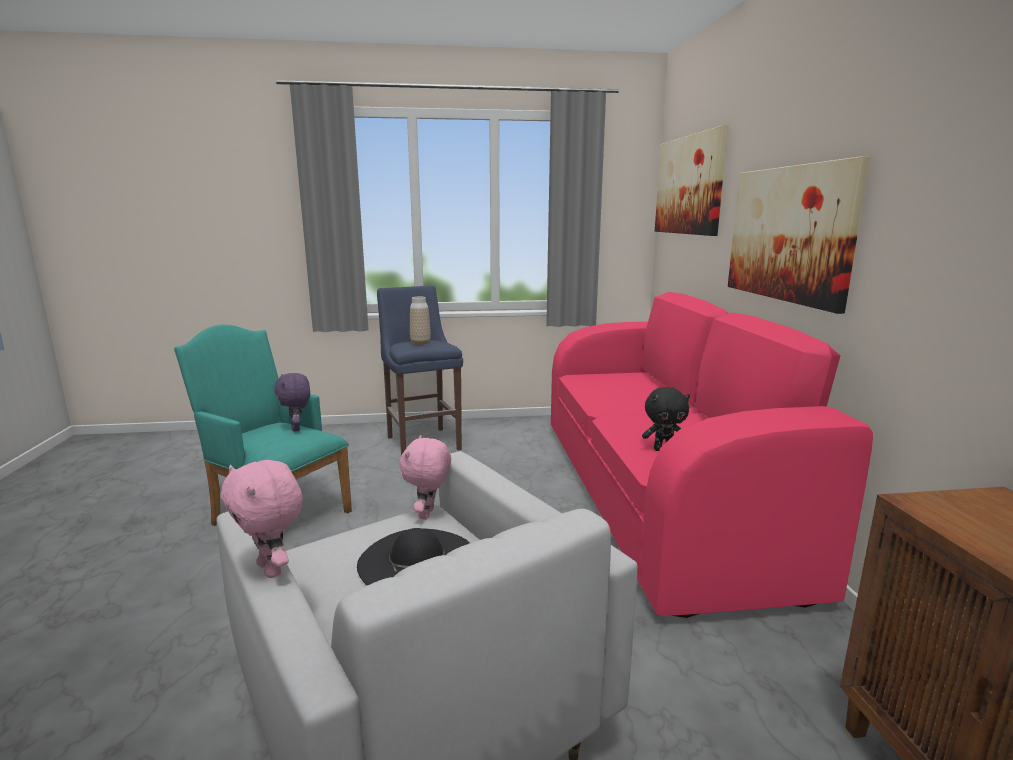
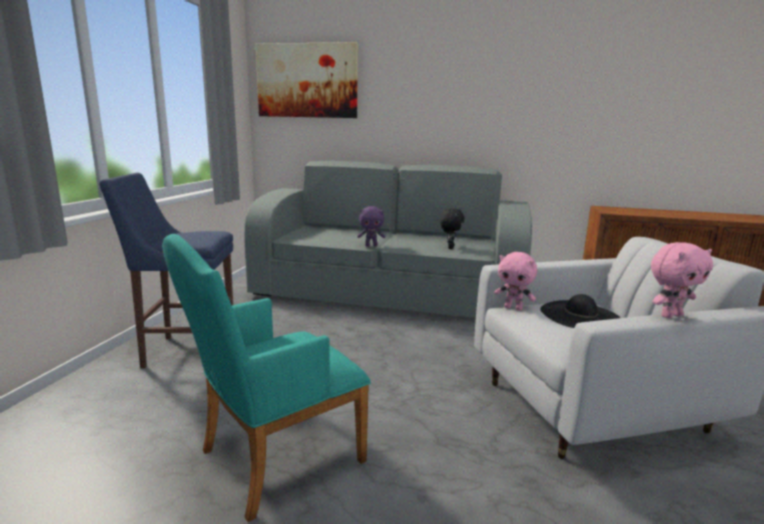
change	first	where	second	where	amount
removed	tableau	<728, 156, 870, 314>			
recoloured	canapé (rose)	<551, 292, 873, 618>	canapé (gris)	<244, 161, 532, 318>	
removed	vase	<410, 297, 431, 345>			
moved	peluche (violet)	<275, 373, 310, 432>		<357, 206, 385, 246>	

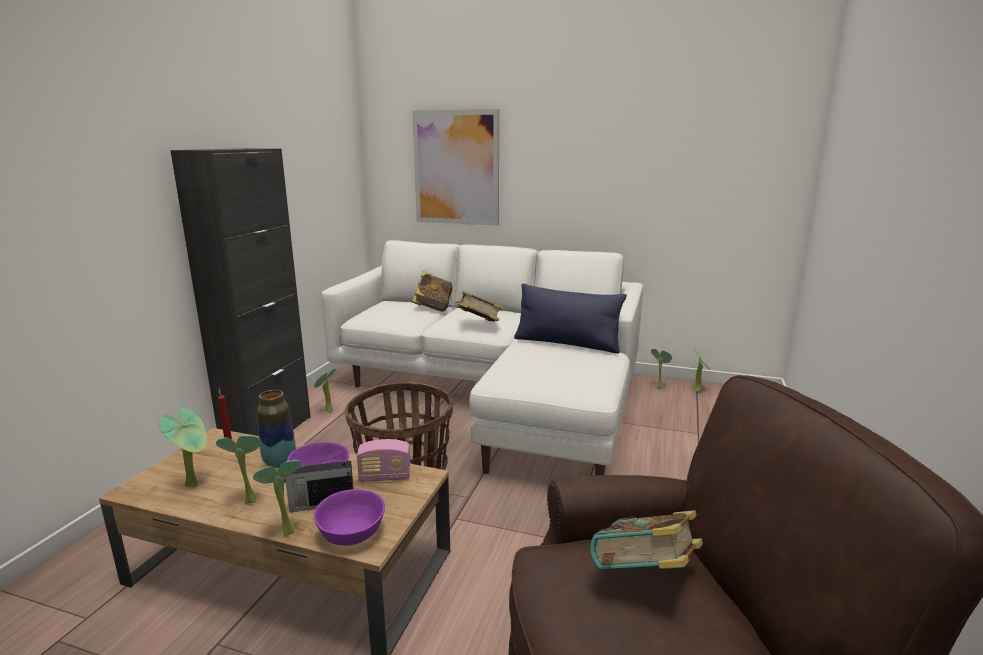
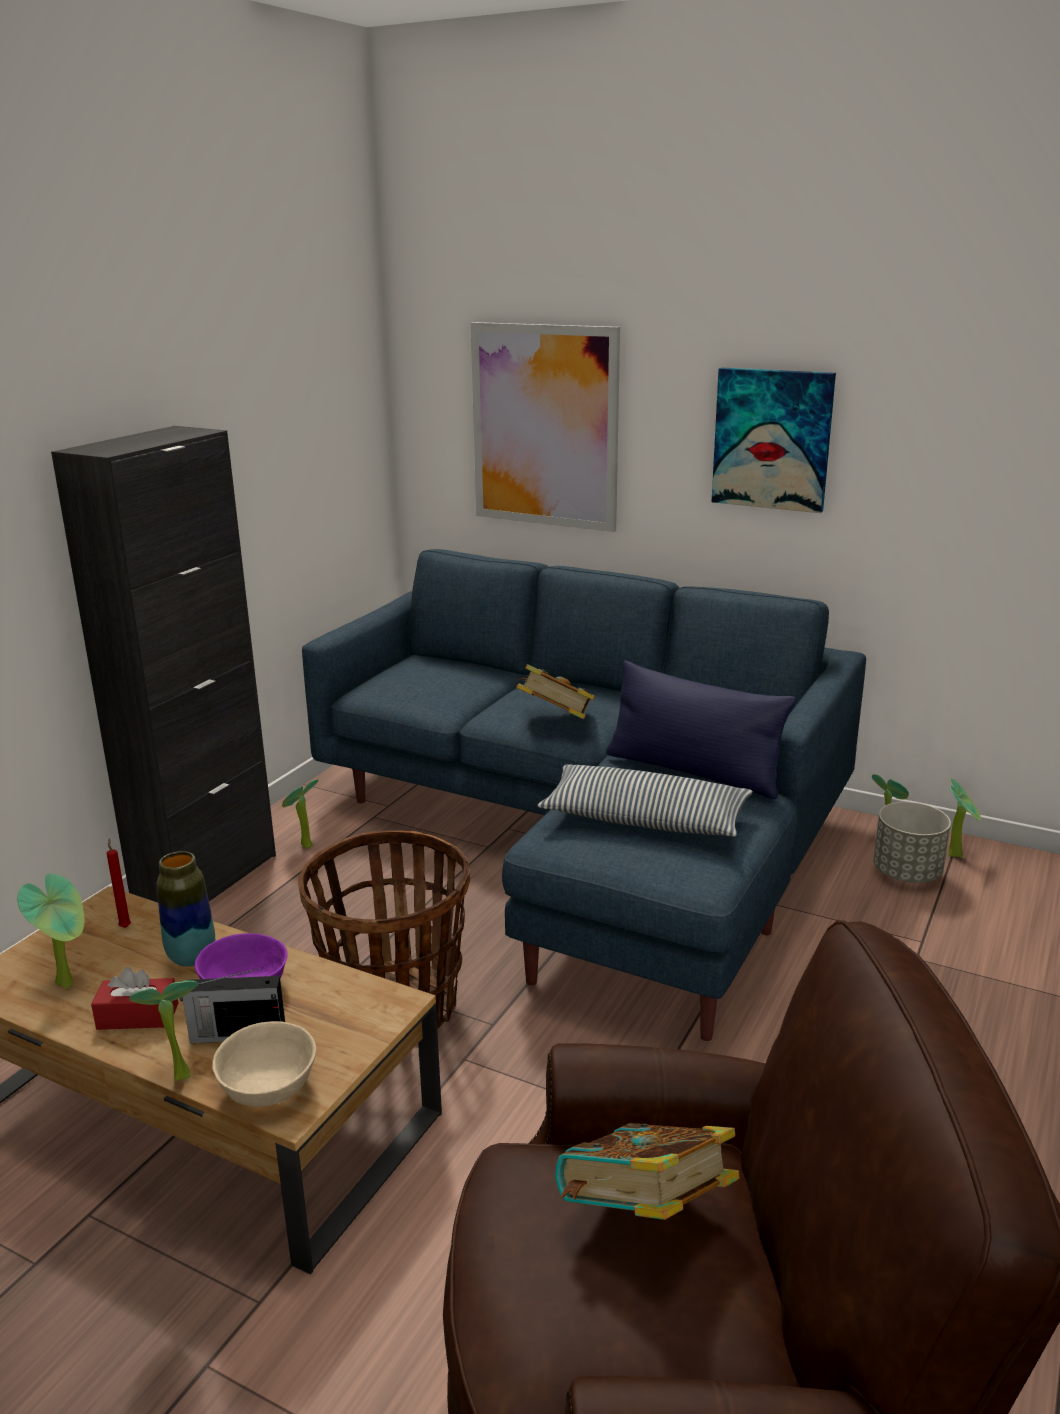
change	first	where	second	where	amount
recoloured	canapé (blanc)	<321, 240, 643, 475>	canapé (bleu)	<302, 549, 866, 1041>	
removed	livre	<412, 271, 452, 312>			
replaced	plante en pot	<216, 435, 262, 504>	boîte à mouchoirs (rouge)	<91, 967, 178, 1030>	
removed	radio	<357, 439, 411, 482>			
recoloured	bol (violet)	<314, 489, 385, 545>	bol (beige)	<212, 1021, 316, 1107>	
added			tableau	<712, 368, 836, 513>	
added			coussin	<537, 764, 753, 837>	
added			cache-pot (gris)	<873, 802, 951, 883>	

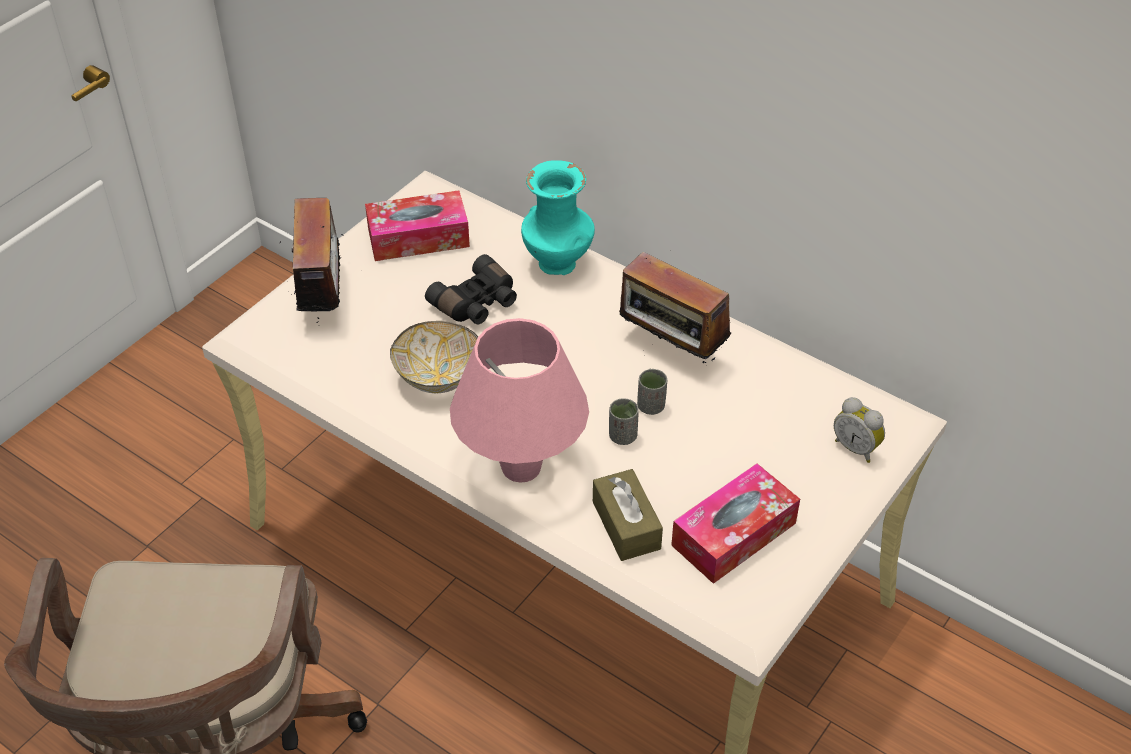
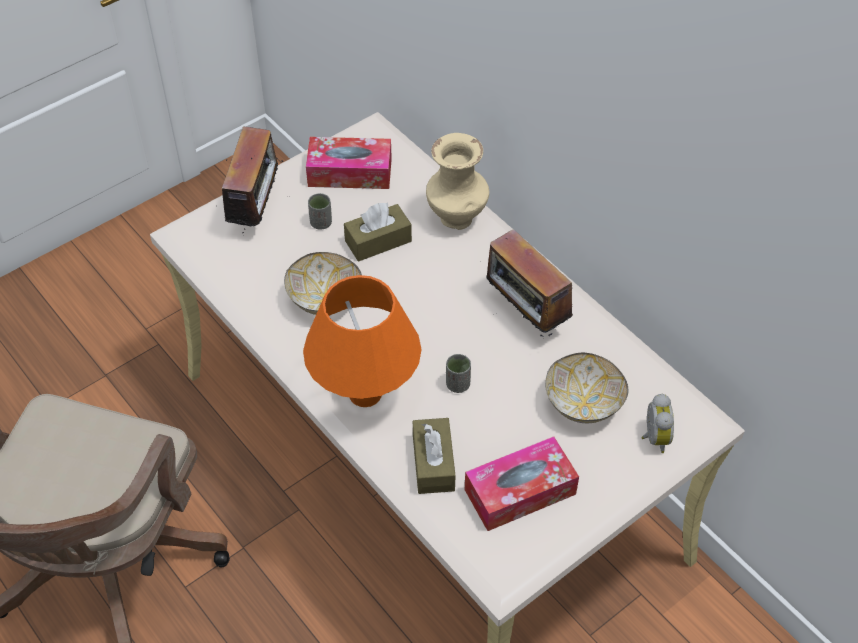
change	first	where	second	where	amount
recoloured	vase (turquoise)	<521, 160, 595, 275>	vase (beige)	<426, 133, 489, 230>	
replaced	jumelles (noir)	<425, 254, 517, 324>	boîte à mouchoirs (marron)	<344, 202, 412, 262>	
recoloured	lampe de table (rose)	<450, 318, 589, 483>	lampe de table (orange)	<303, 275, 422, 407>	
moved	tasse (gris)	<637, 369, 667, 415>		<308, 193, 332, 230>	
turned	réveil	<834, 397, 885, 463>		<641, 394, 674, 453>	150 degrees counterclockwise
added			bol	<545, 353, 629, 423>	

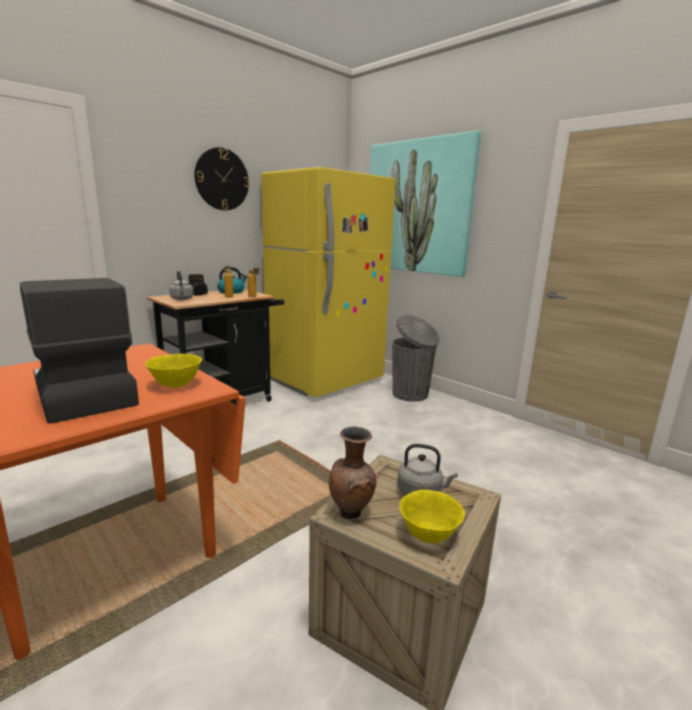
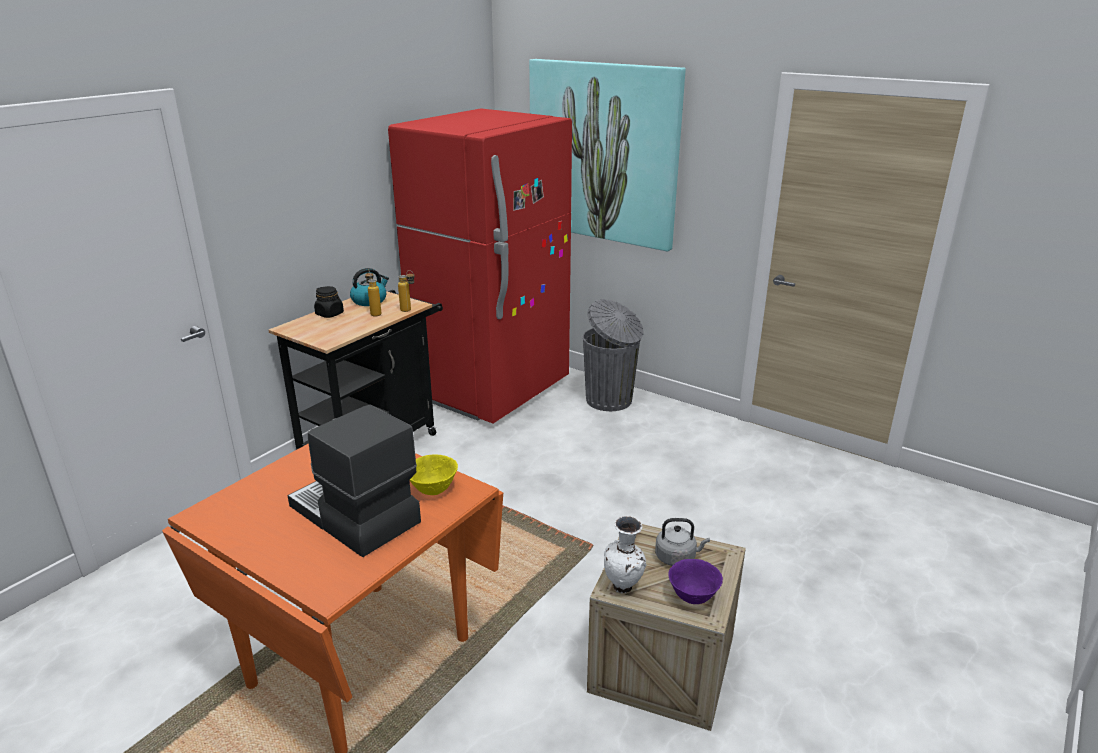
change	first	where	second	where	amount
removed	horloge murale	<194, 147, 249, 210>			
recoloured	réfrigérateur (jaune)	<261, 167, 395, 398>	réfrigérateur (rouge)	<388, 108, 572, 423>	
removed	bouilloire (gris)	<169, 271, 194, 300>			
recoloured	vase (marron)	<329, 426, 376, 519>	vase (blanc)	<604, 516, 646, 593>	
recoloured	bol (jaune)	<399, 490, 465, 543>	bol (violet)	<669, 559, 723, 604>	

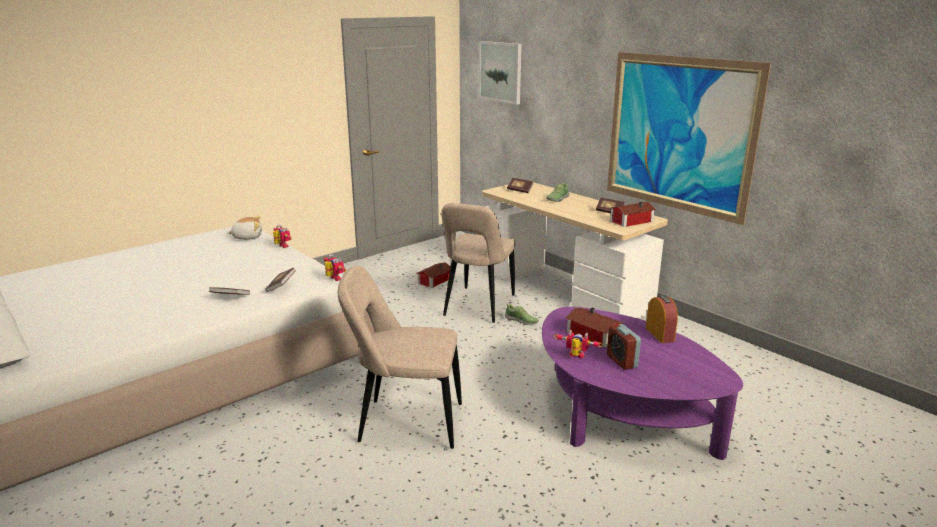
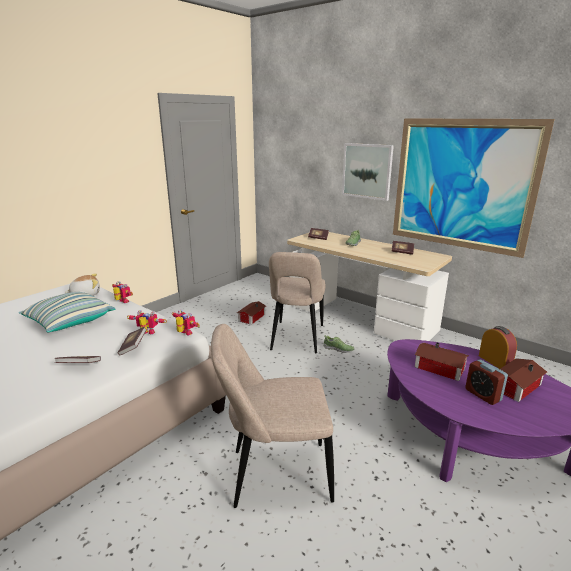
change	first	where	second	where	amount
moved	tableau	<479, 41, 522, 105>		<342, 143, 394, 201>	
moved	maison miniature	<610, 202, 656, 227>		<500, 358, 547, 402>	
moved	robot jouet	<554, 330, 603, 358>		<127, 310, 167, 334>	
added			coussin	<19, 292, 115, 332>	

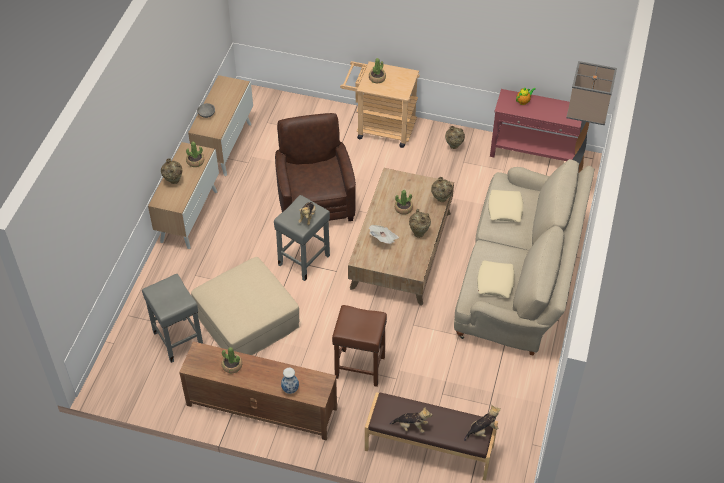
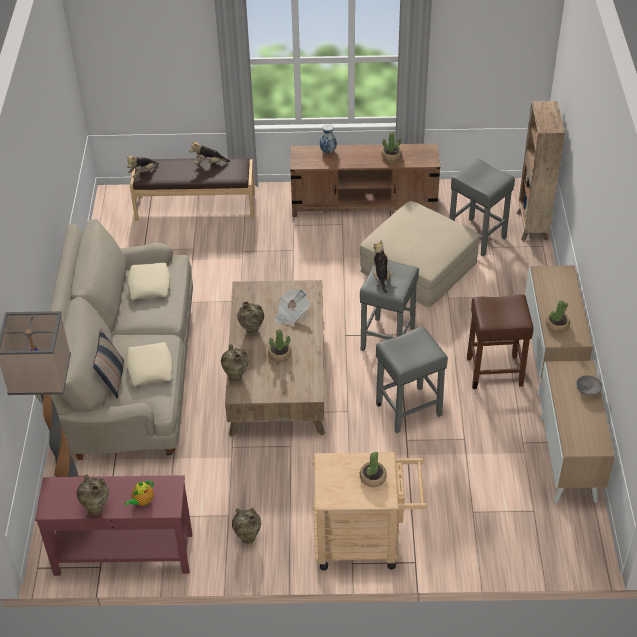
change	first	where	second	where	amount
replaced	fauteuil (marron)	<275, 113, 356, 221>	tabouret (gris)	<376, 326, 448, 433>	
moved	vase (beige)	<161, 158, 182, 184>		<77, 474, 109, 515>	
moved	tabouret (marron)	<332, 305, 387, 387>		<467, 294, 534, 389>	
added			bibliothèque (marron)	<516, 101, 565, 241>	
added			coussin	<93, 329, 124, 399>	

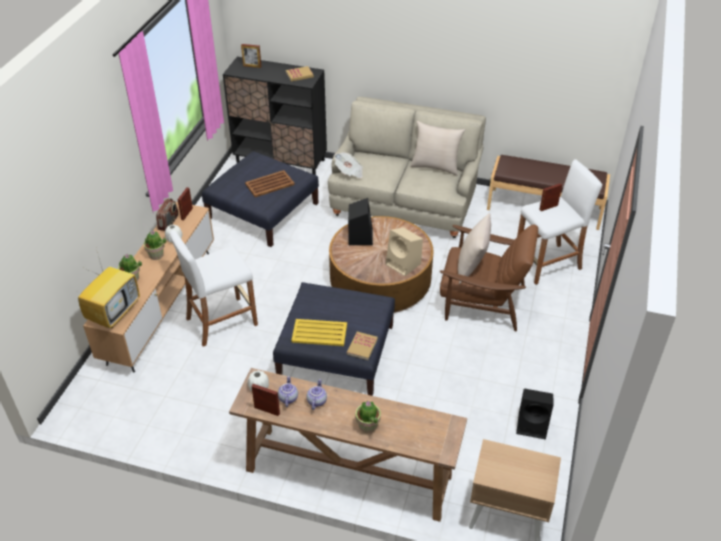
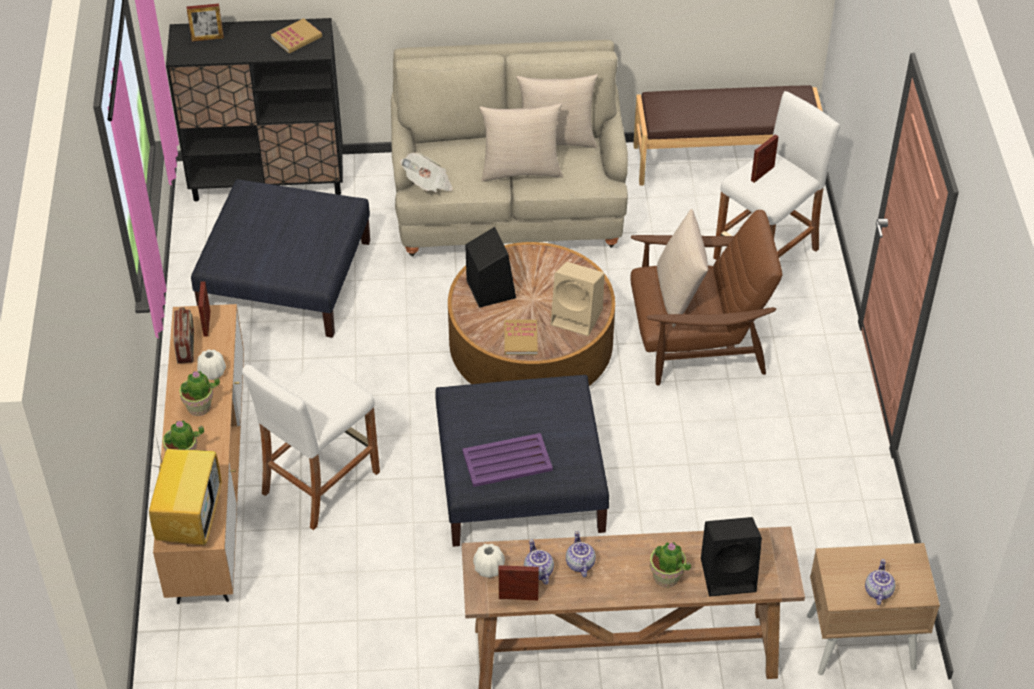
change	first	where	second	where	amount
removed	plateau (marron)	<245, 170, 295, 197>			
recoloured	plateau (jaune)	<291, 319, 347, 346>	plateau (violet)	<462, 433, 553, 487>	
moved	livre	<347, 332, 378, 360>		<504, 319, 538, 355>	
moved	enceinte (noir)	<516, 389, 553, 439>		<701, 517, 762, 596>	
added			coussin (beige)	<479, 103, 563, 182>	
added			théière	<865, 559, 895, 605>	

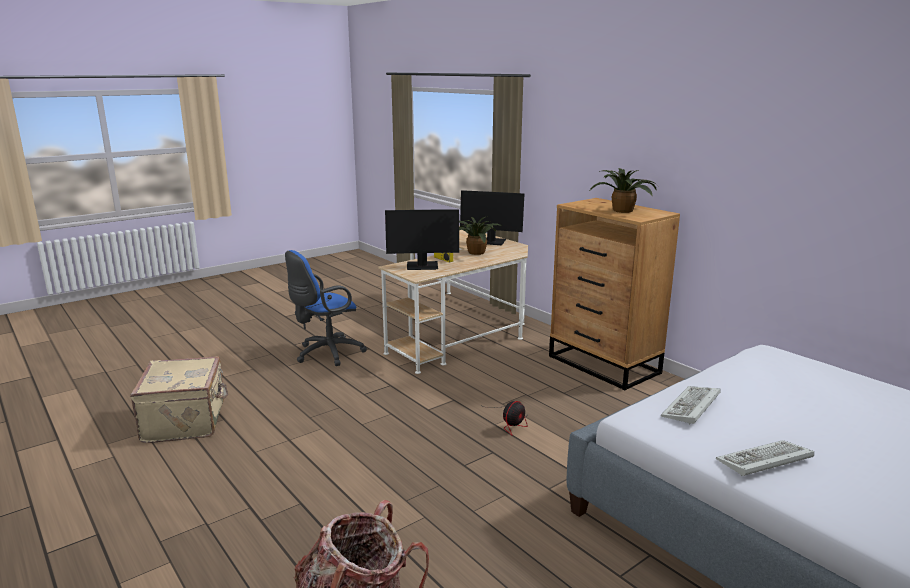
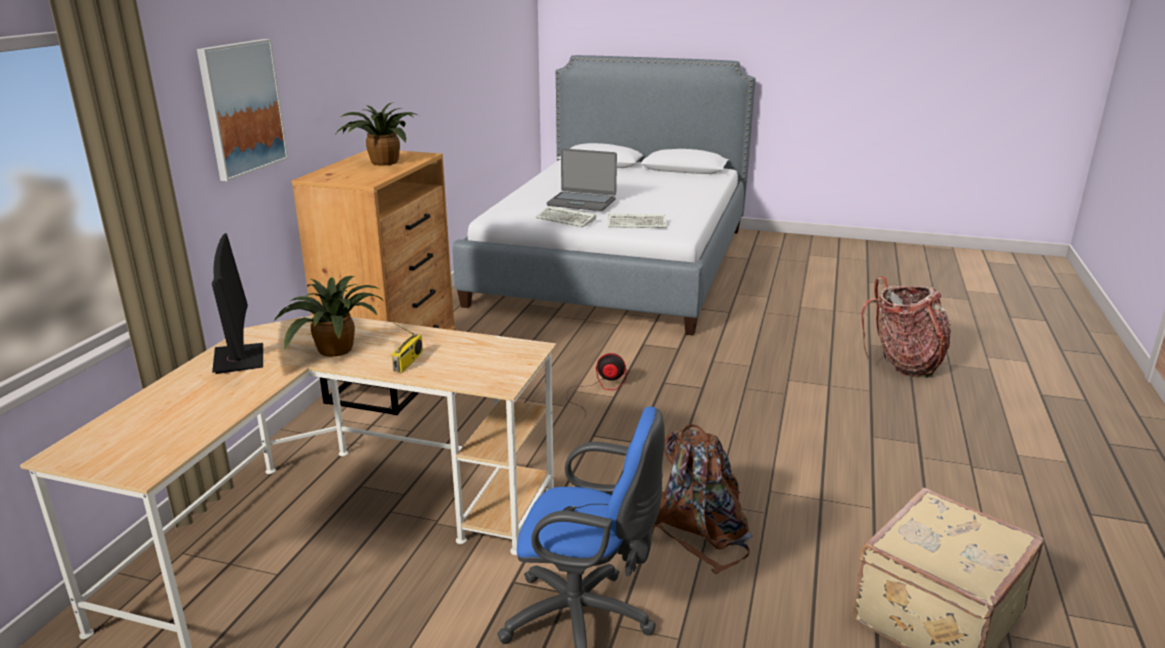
change	first	where	second	where	amount
removed	écran d'ordinateur	<385, 209, 459, 270>			
moved	clavier	<716, 440, 814, 476>		<536, 206, 596, 227>	
added			tableau	<197, 39, 288, 181>	
added			ordinateur portable	<547, 148, 617, 211>	
added			sac à dos (marron)	<653, 424, 753, 574>	

